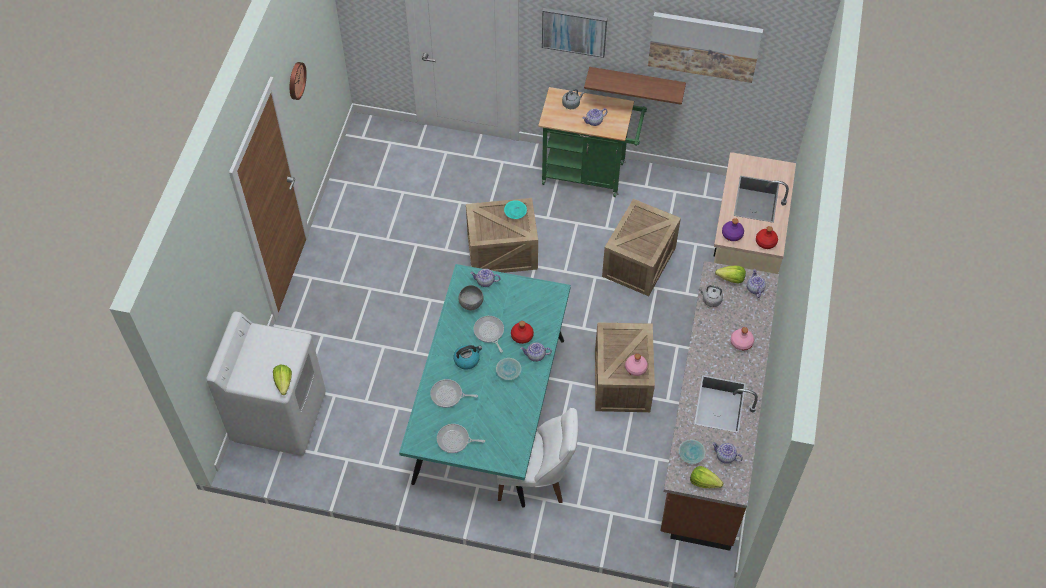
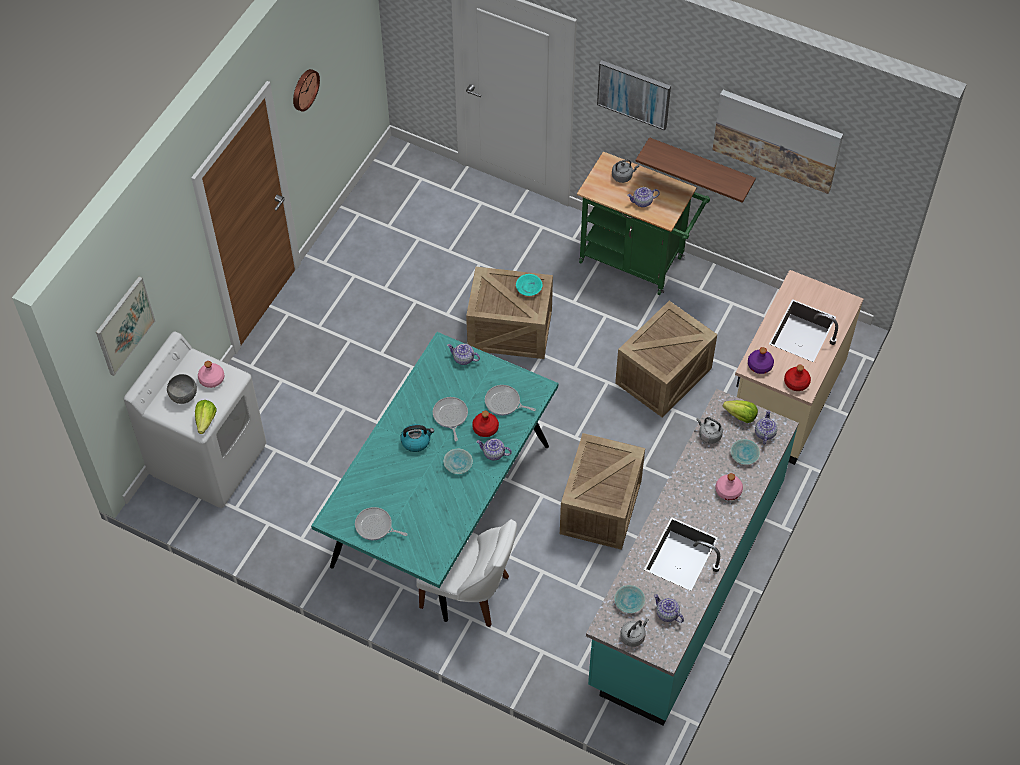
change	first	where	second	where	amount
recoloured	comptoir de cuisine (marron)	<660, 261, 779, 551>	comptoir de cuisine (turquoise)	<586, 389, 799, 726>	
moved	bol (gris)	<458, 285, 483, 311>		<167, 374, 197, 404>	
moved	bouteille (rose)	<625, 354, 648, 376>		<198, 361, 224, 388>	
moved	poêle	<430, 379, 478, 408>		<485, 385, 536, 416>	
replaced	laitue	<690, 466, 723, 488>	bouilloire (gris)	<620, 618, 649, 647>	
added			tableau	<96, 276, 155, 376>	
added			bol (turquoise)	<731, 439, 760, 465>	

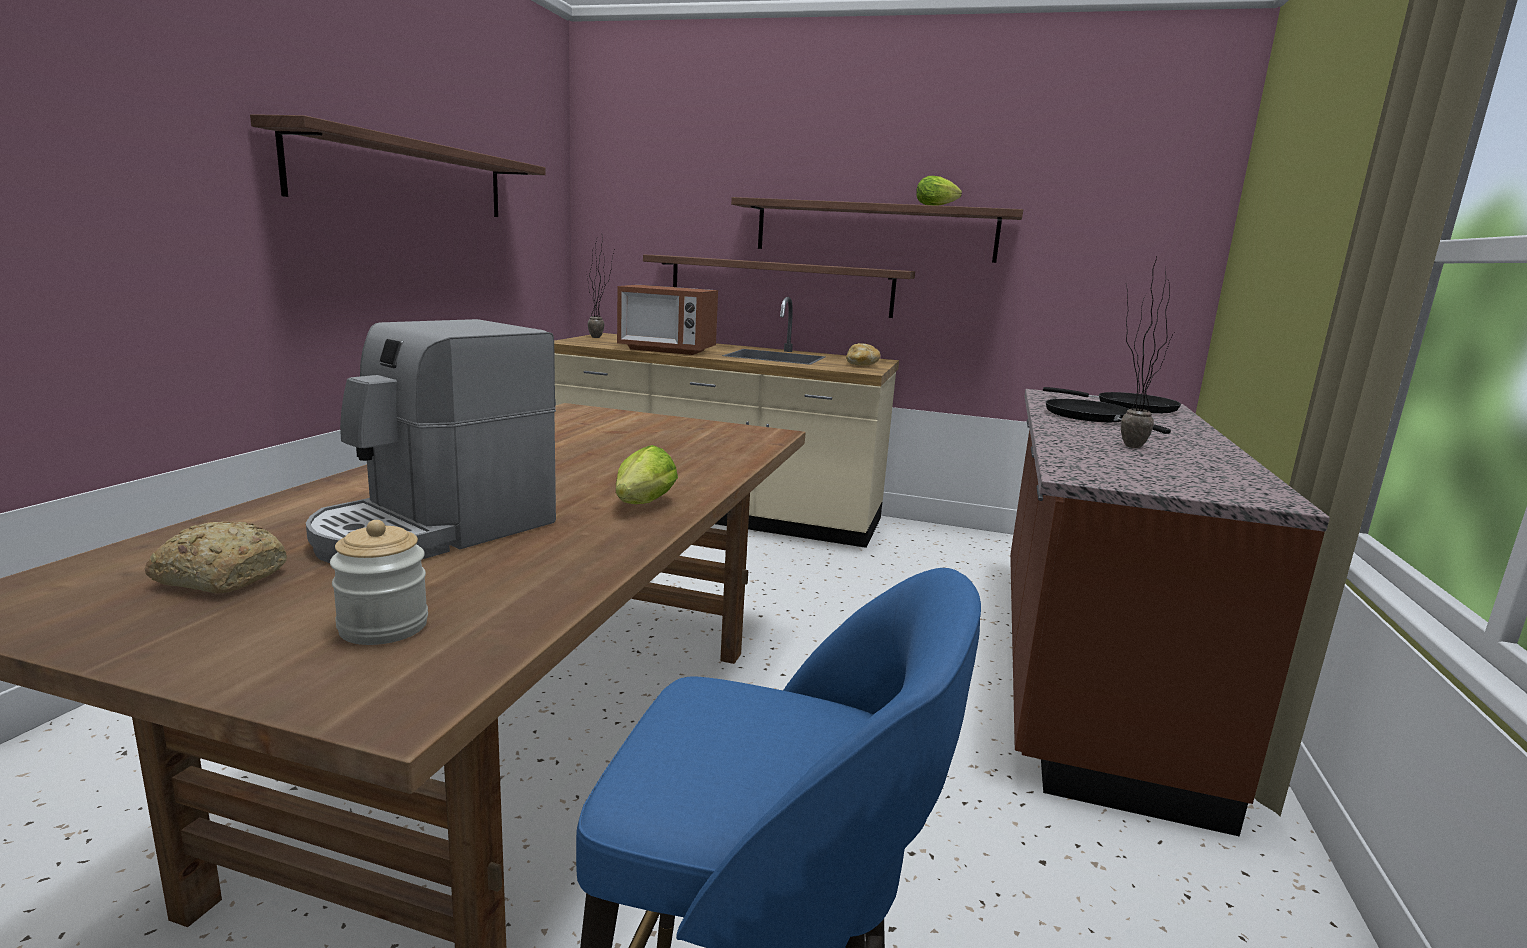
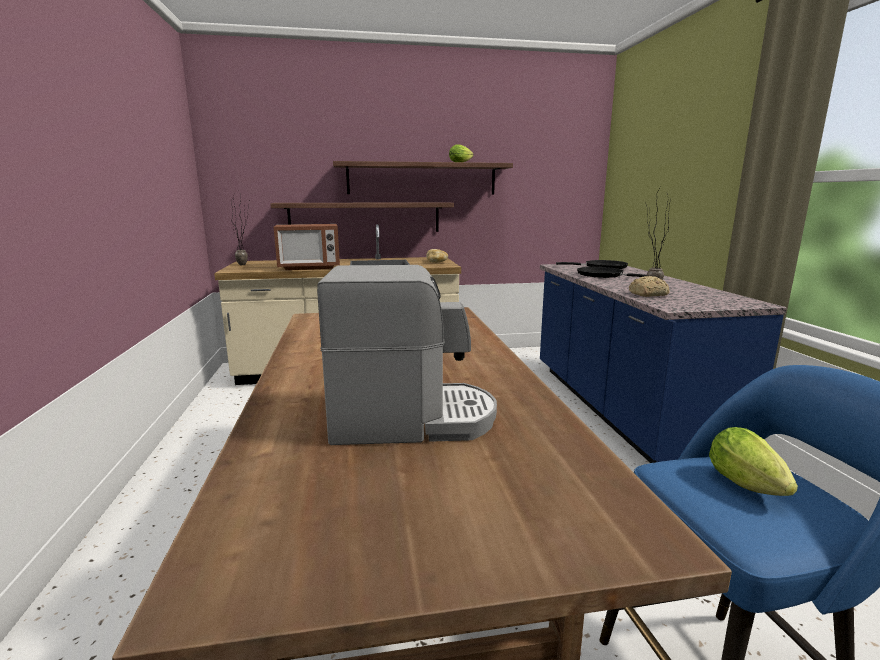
change	first	where	second	where	amount
removed	étagère	<250, 114, 546, 217>			
turned	machine à café	<306, 319, 556, 563>		<317, 265, 497, 445>	105 degrees counterclockwise
recoloured	comptoir de cuisine (marron)	<1010, 389, 1330, 837>	comptoir de cuisine (bleu)	<540, 263, 786, 463>	
moved	laitue	<616, 445, 678, 504>		<709, 427, 798, 496>	
removed	bocal	<330, 520, 428, 645>			
moved	pain	<145, 521, 287, 594>		<629, 276, 670, 297>	

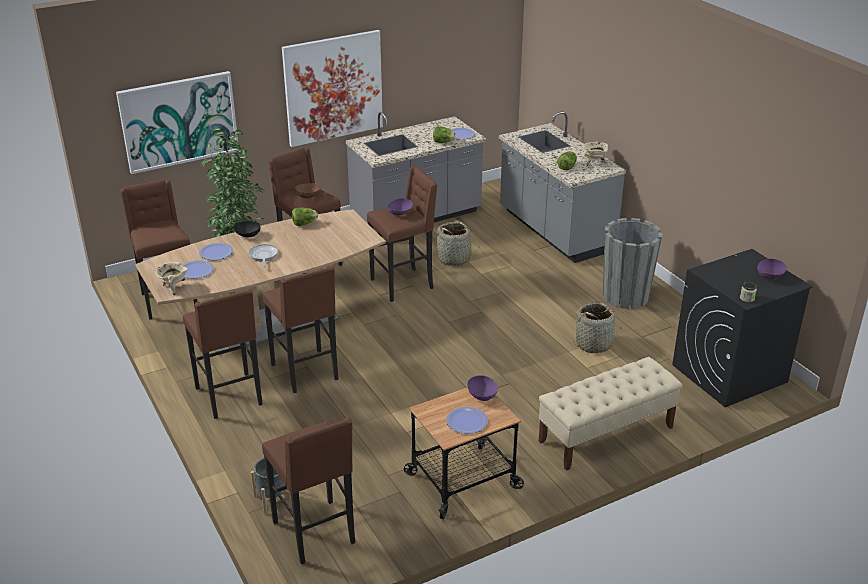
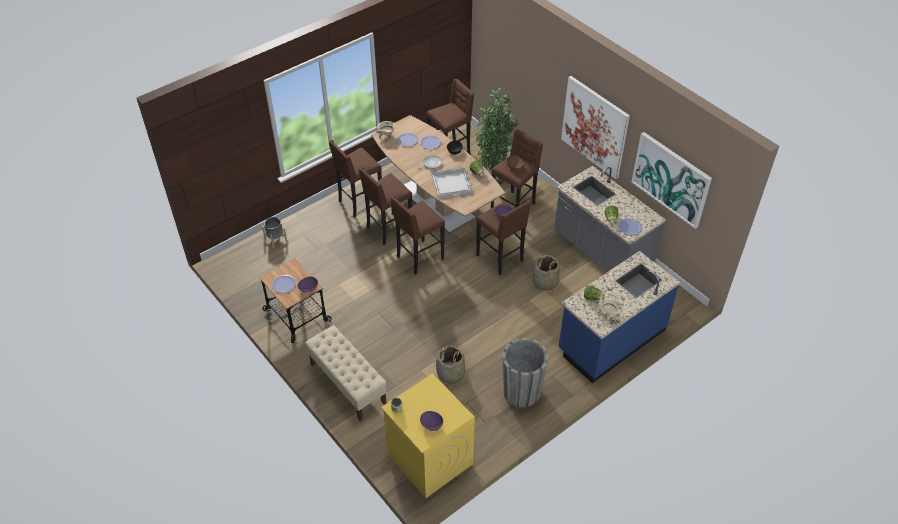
change	first	where	second	where	amount
moved	tableau	<116, 71, 239, 174>		<631, 132, 712, 229>	
recoloured	comptoir de cuisine (gris)	<499, 112, 626, 263>	comptoir de cuisine (bleu)	<559, 251, 680, 383>	
recoloured	lave-linge (noir)	<672, 249, 813, 407>	lave-linge (jaune)	<381, 373, 475, 498>	
moved	tabouret (marron)	<262, 417, 355, 564>		<390, 196, 445, 275>	
added			plateau (blanc)	<432, 168, 473, 198>	

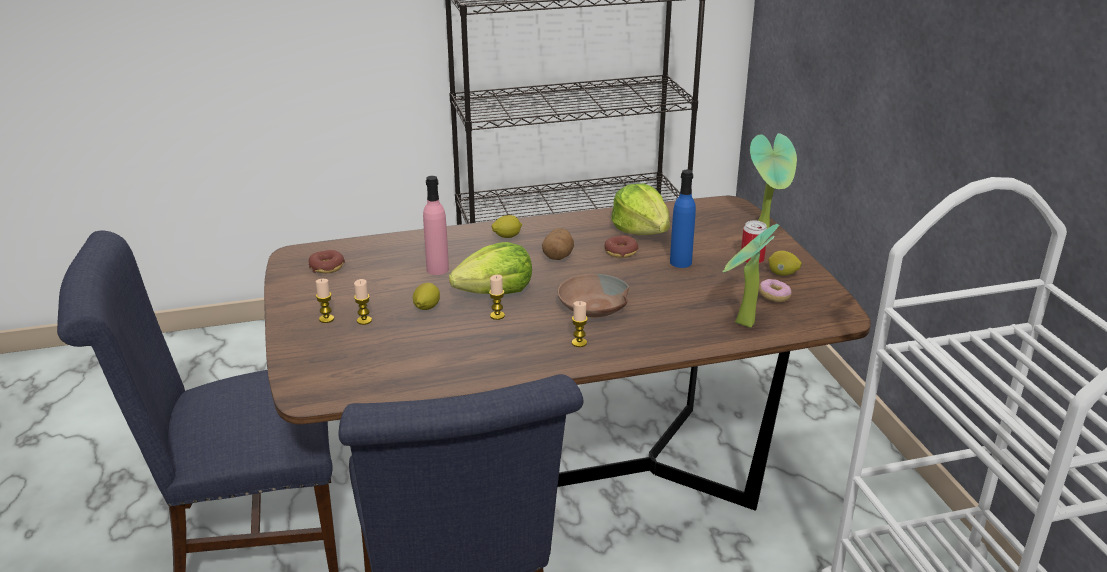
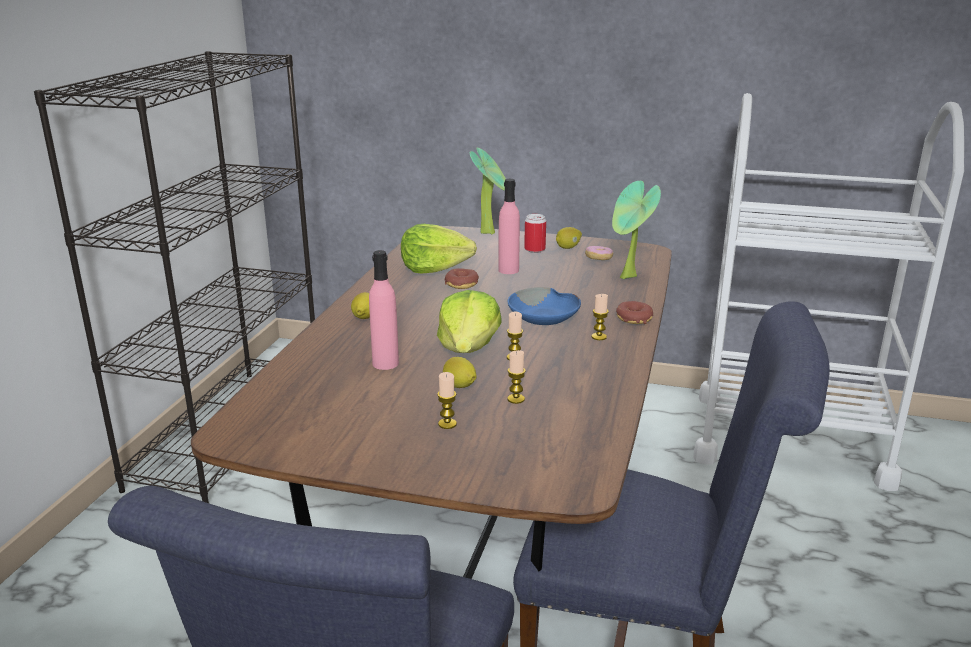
change	first	where	second	where	amount
recoloured	bouteille (bleu)	<670, 170, 696, 268>	bouteille (rose)	<498, 179, 520, 274>	
removed	pomme de terre	<542, 228, 574, 260>			
moved	beignet	<309, 250, 345, 273>		<616, 301, 653, 324>	
recoloured	bol (marron)	<558, 274, 629, 317>	bol (bleu)	<508, 287, 581, 325>	
moved	bougie	<315, 279, 334, 323>		<507, 350, 526, 404>	

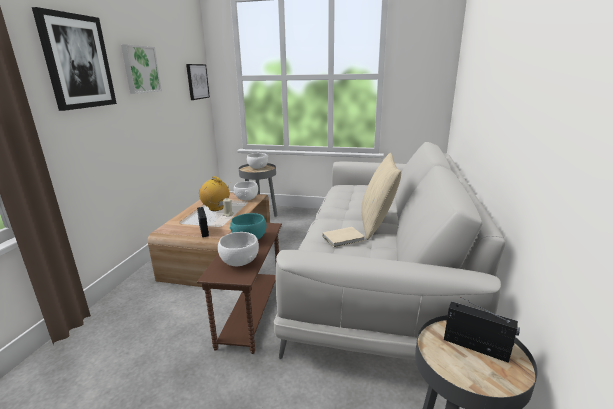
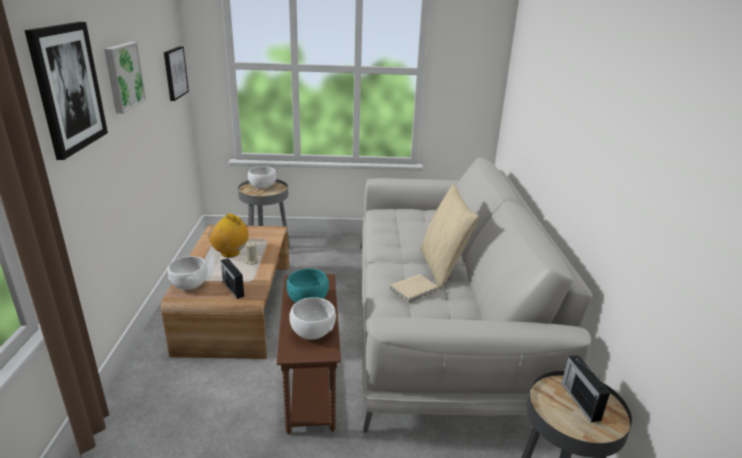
change	first	where	second	where	amount
moved	bol (blanc)	<234, 181, 258, 201>		<168, 256, 208, 290>	
turned	radio	<444, 297, 520, 363>		<561, 355, 610, 422>	120 degrees counterclockwise

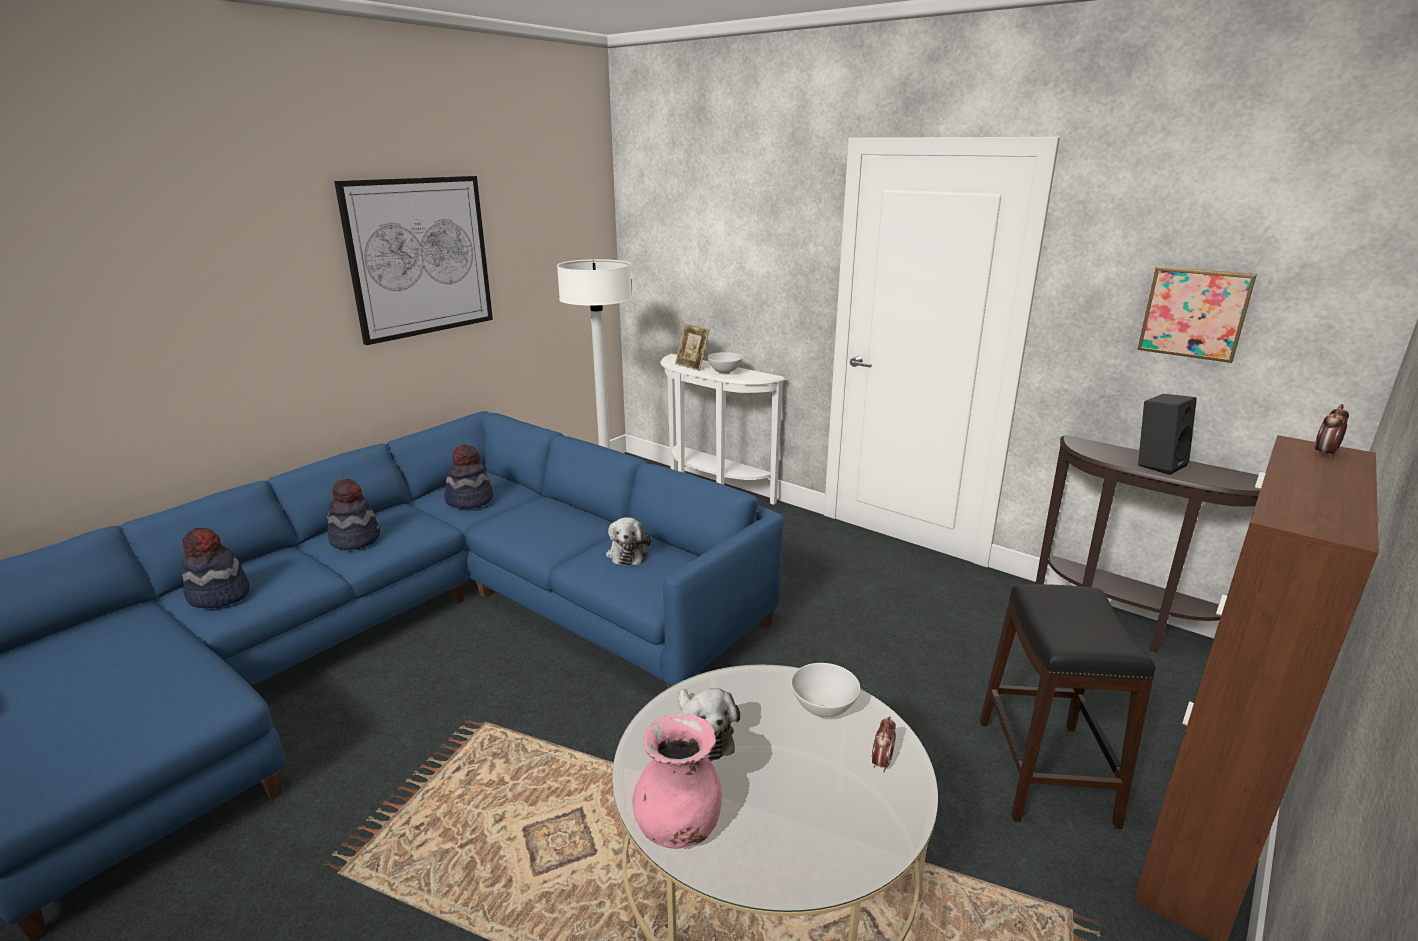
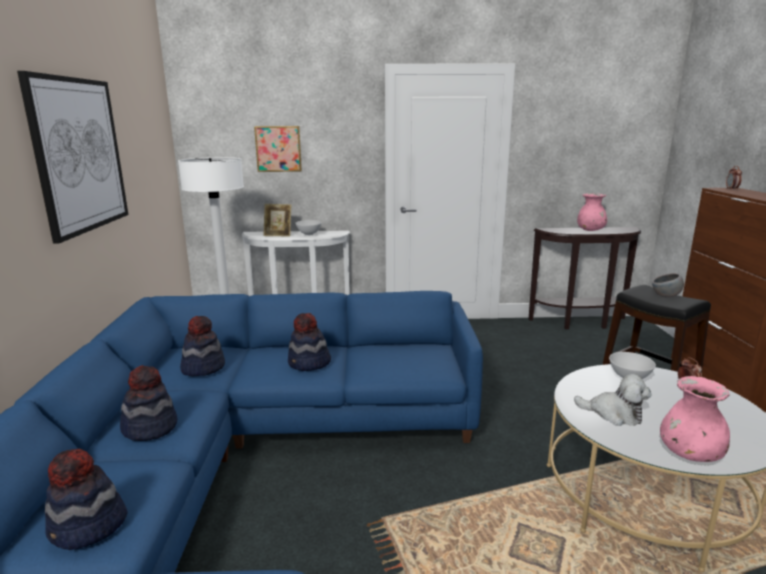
change	first	where	second	where	amount
moved	tableau	<1137, 266, 1257, 363>		<254, 126, 302, 172>	
replaced	enceinte (noir)	<1138, 394, 1197, 475>	vase (rose)	<577, 193, 607, 231>	
removed	peluche	<606, 517, 651, 566>			
added			bol (gris)	<652, 273, 684, 298>	
added			chapeau	<288, 313, 331, 371>	

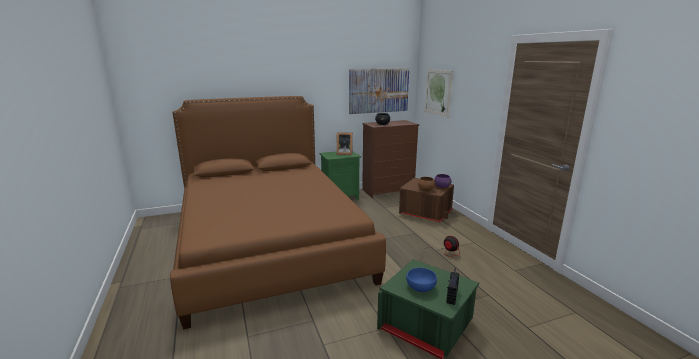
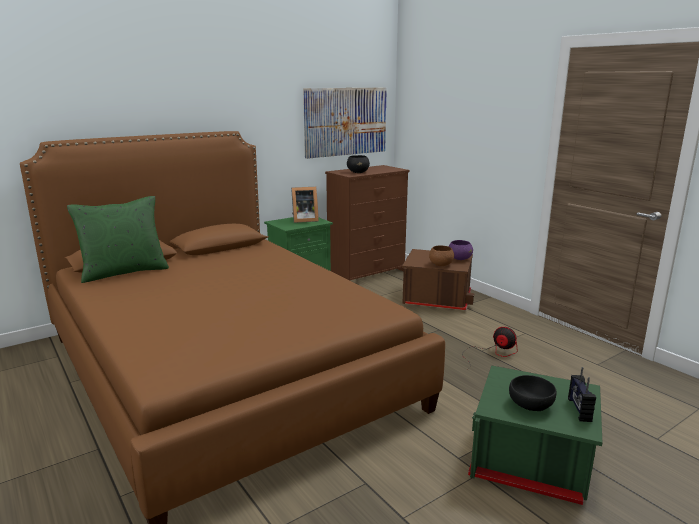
change	first	where	second	where	amount
removed	tableau	<425, 69, 453, 118>			
recoloured	bol (bleu)	<406, 268, 437, 292>	bol (noir)	<509, 375, 557, 411>	
added			coussin (vert)	<67, 196, 169, 283>	

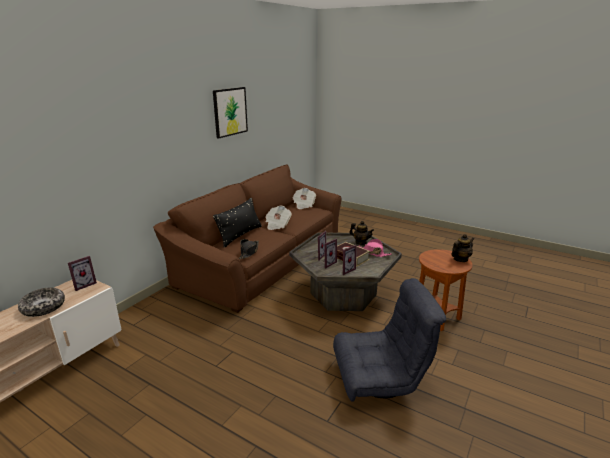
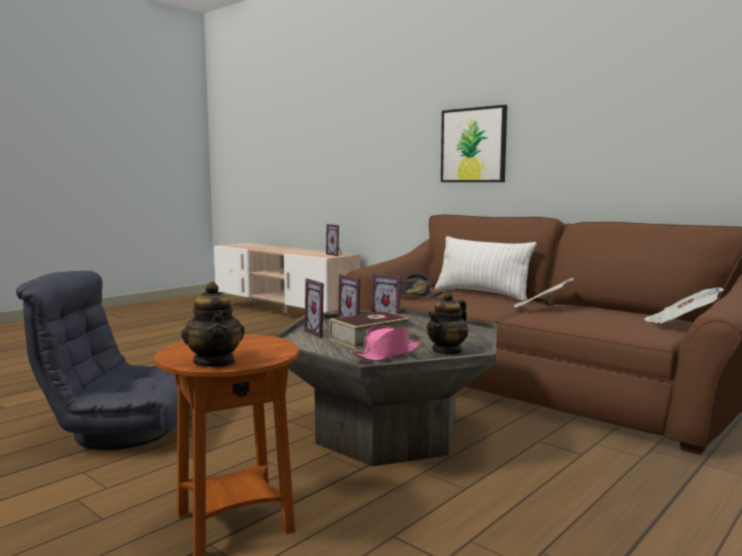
change	first	where	second	where	amount
moved	tableau	<213, 87, 248, 138>		<441, 105, 507, 182>	
recoloured	coussin (noir)	<213, 197, 262, 248>	coussin (blanc)	<435, 236, 537, 301>	
turned	fauteuil (gris)	<333, 278, 446, 402>		<16, 270, 191, 450>	90 degrees clockwise
removed	bol	<18, 287, 65, 317>			

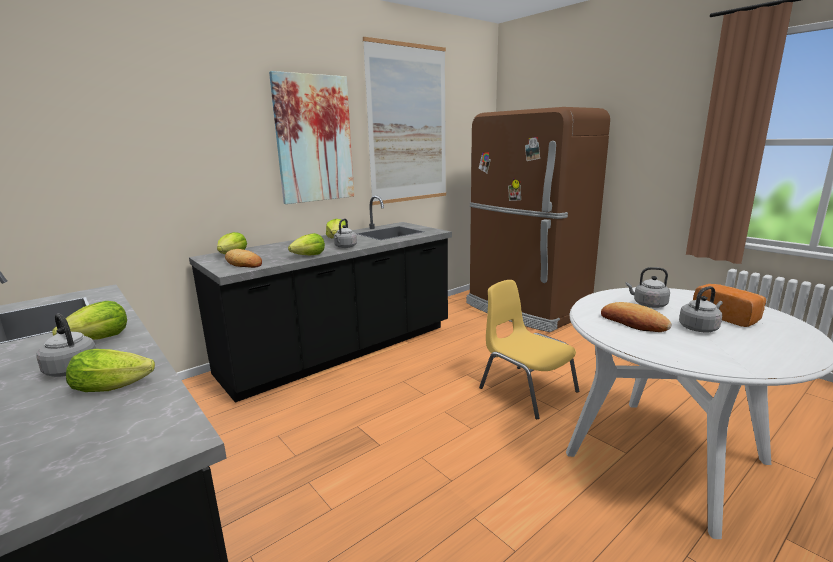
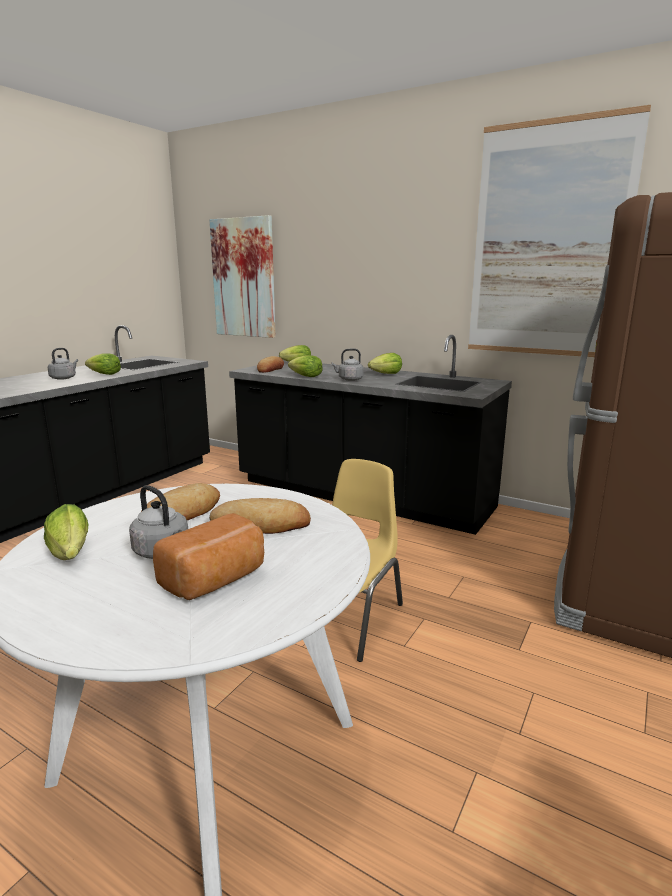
change	first	where	second	where	amount
moved	tableau	<269, 71, 354, 204>		<209, 215, 276, 338>	
replaced	bouilloire (gris)	<626, 267, 670, 308>	pain	<209, 498, 311, 534>	
moved	laitue	<66, 349, 155, 392>		<44, 504, 88, 560>	

